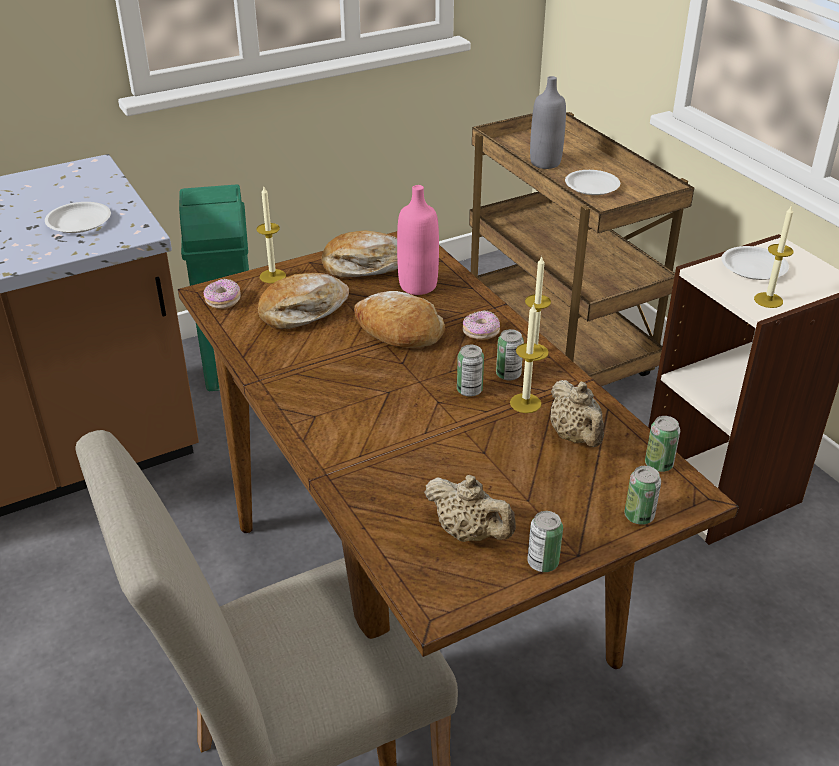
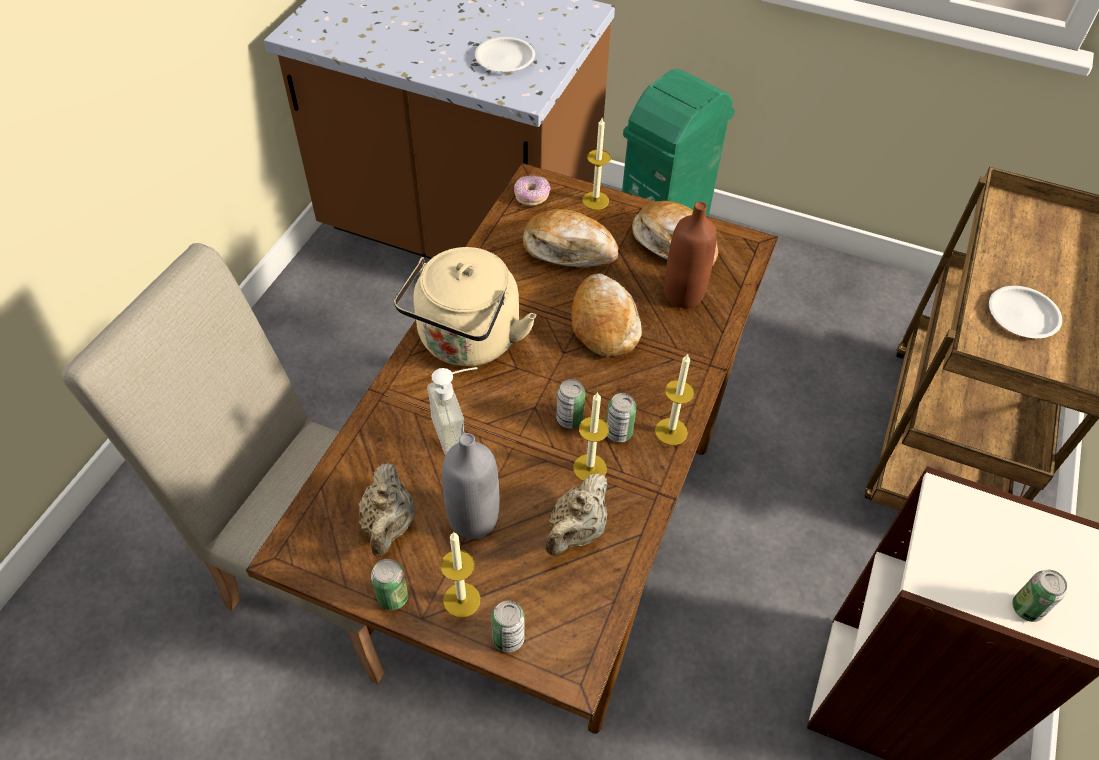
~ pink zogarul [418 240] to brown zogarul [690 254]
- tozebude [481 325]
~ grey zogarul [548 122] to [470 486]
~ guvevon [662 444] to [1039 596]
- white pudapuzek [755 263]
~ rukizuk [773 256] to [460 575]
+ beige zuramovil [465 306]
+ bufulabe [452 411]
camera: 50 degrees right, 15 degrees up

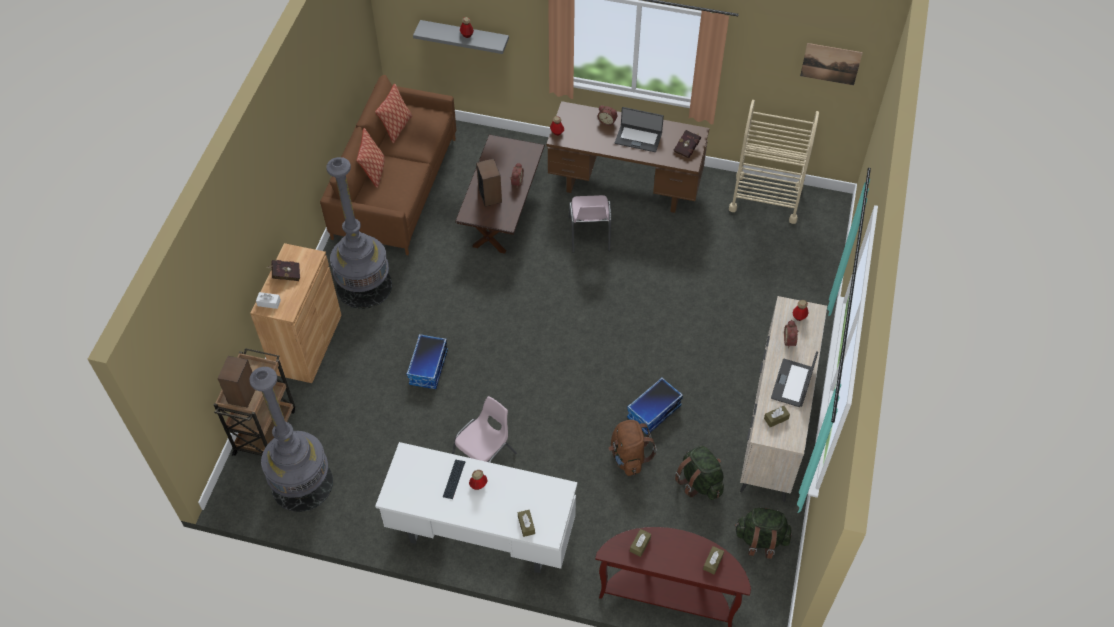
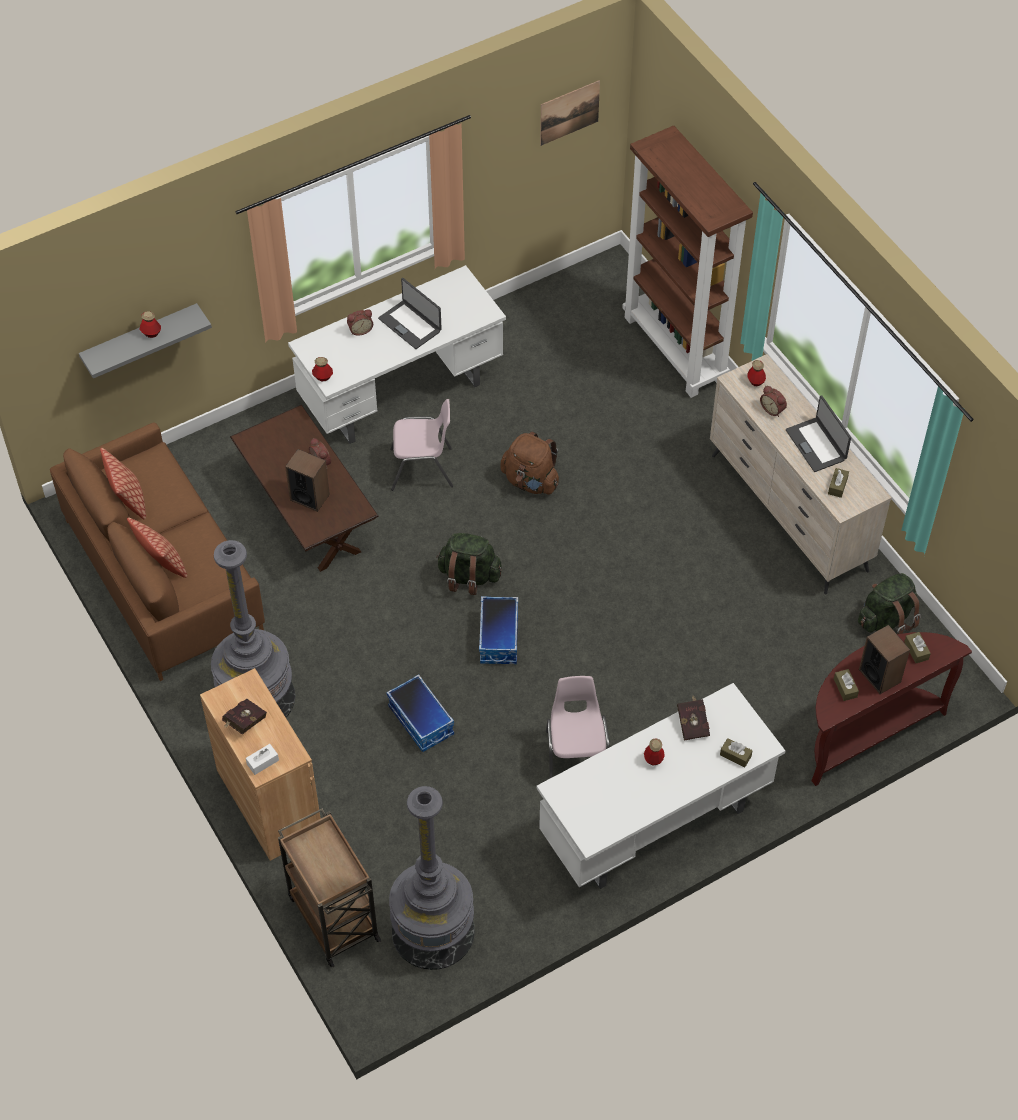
~ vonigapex [236 382] to [884 659]
- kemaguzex [454 479]
~ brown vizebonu [628 157] to white vizebonu [397 354]
~ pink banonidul [590 224] = [421 445] 45 degrees counterclockwise
~ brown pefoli [633 448] to [529 463]
~ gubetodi [639 129] = [410 313] 75 degrees clockwise
~ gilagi [655 406] to [498 630]
~ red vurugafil [687 144] to [693 718]
~ green pefoli [699 472] to [469 564]
- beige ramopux [774 162]
+ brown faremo [687 261]
camera: 45 degrees left, 0 degrees up

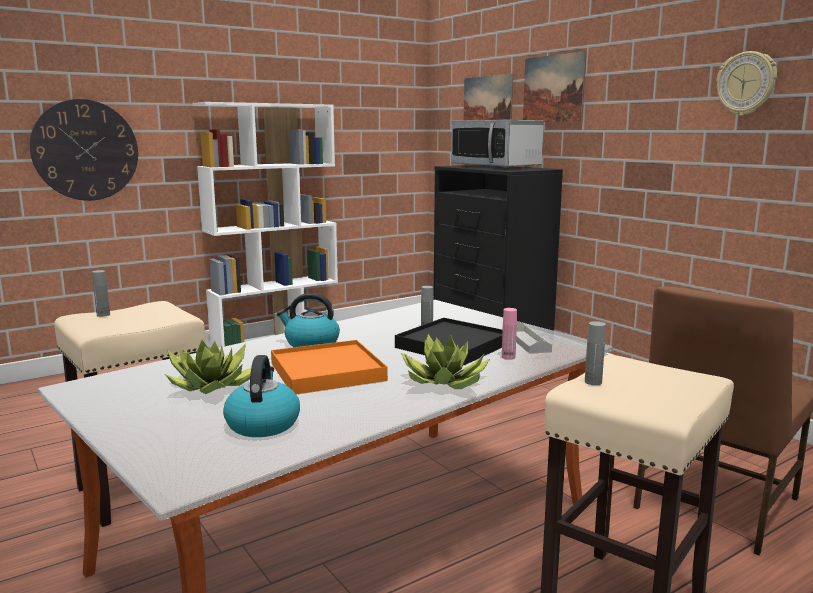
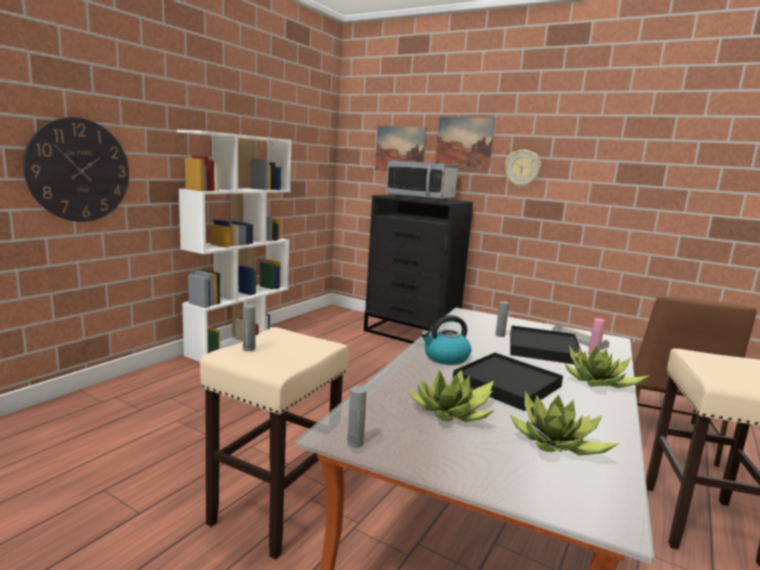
~ zuramovil [261 396] to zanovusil [564 423]
~ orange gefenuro [329 367] to black gefenuro [508 381]
~ grey zogarul [595 353] to [356 417]
~ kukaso [747 83] to [523 168]
camera: 25 degrees left, 0 degrees up

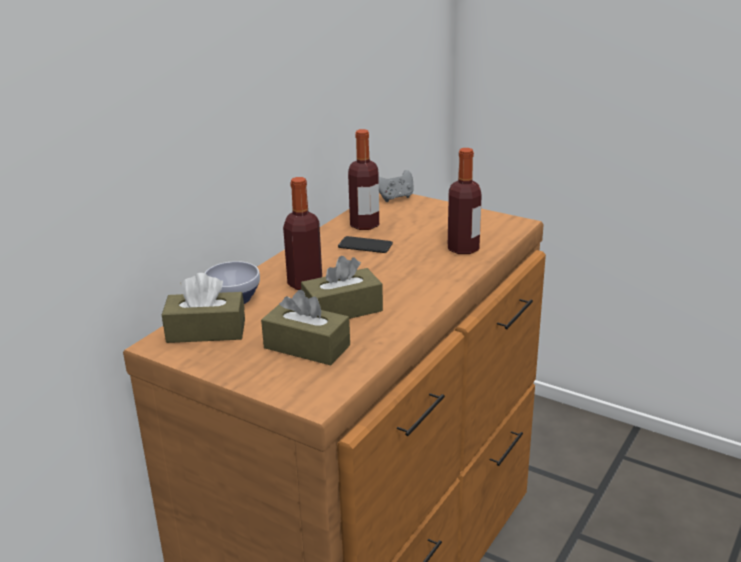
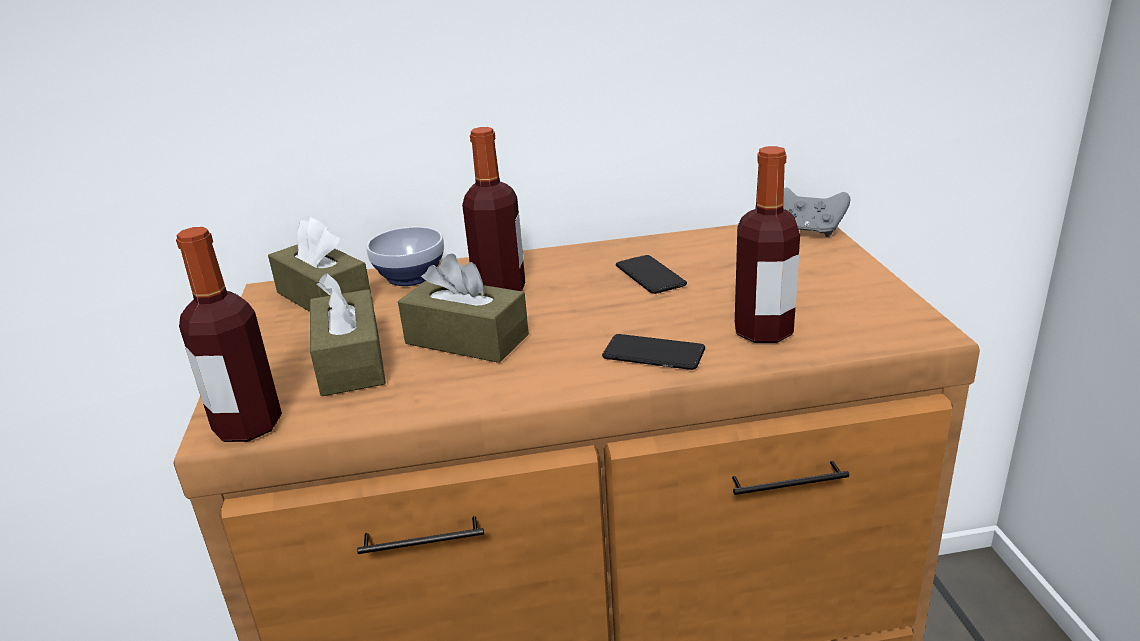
~ zogarul [363 179] to [229 334]
+ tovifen [653 352]
camera: 50 degrees right, 0 degrees up

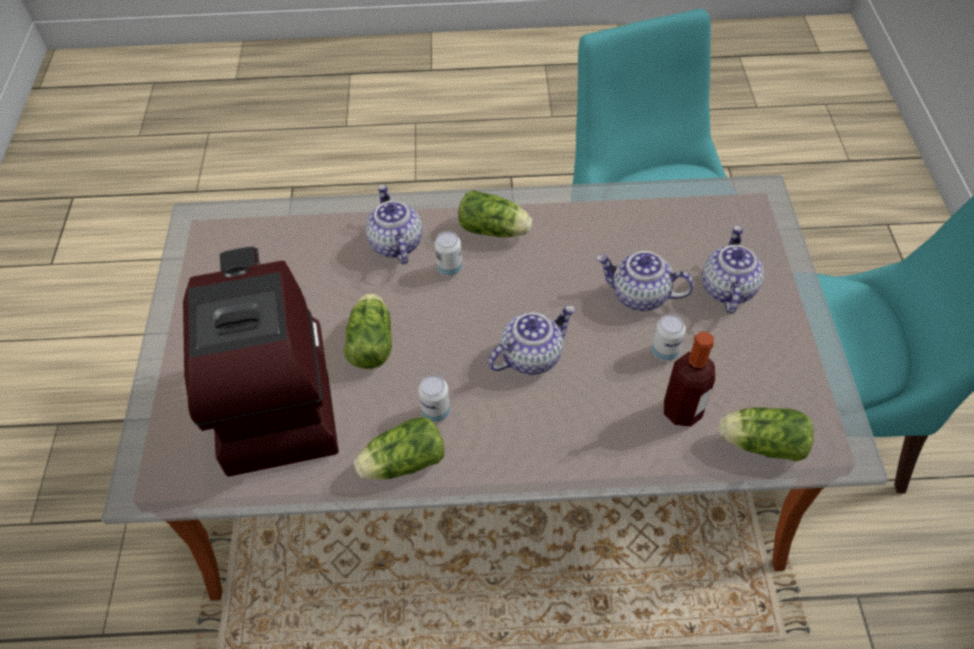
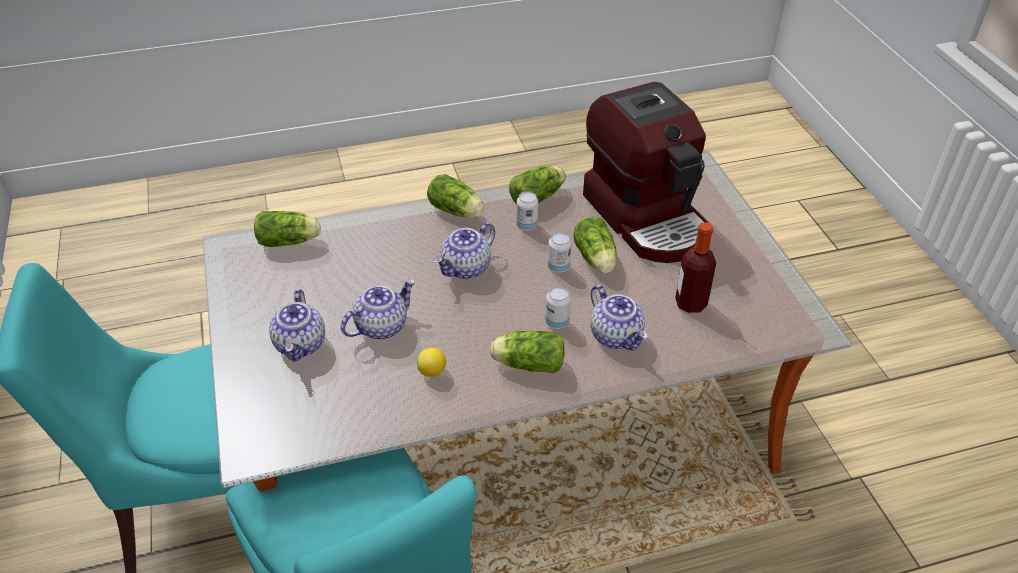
~ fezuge [645 281] = [378 309] 45 degrees counterclockwise
~ guvevon [669 337] to [559 252]
~ zogarul [689 379] to [695 267]
+ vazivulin [431 362]
+ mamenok [455 196]
camera: 165 degrees right, 10 degrees down

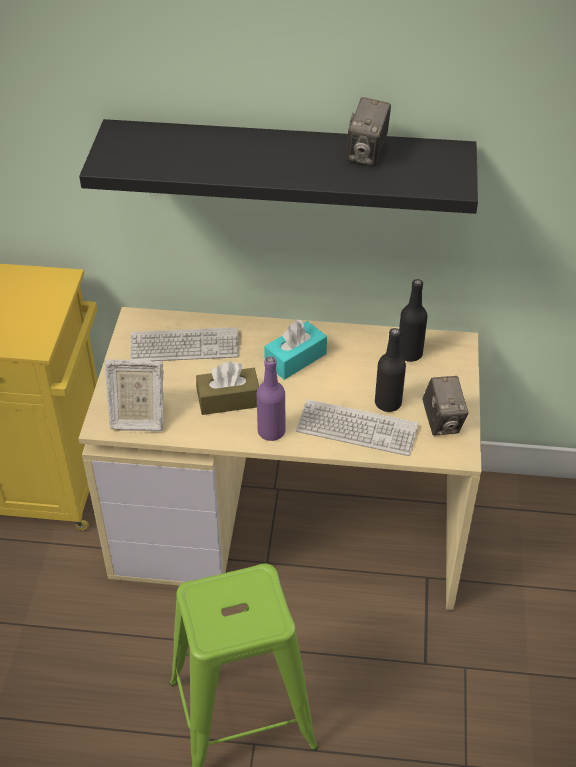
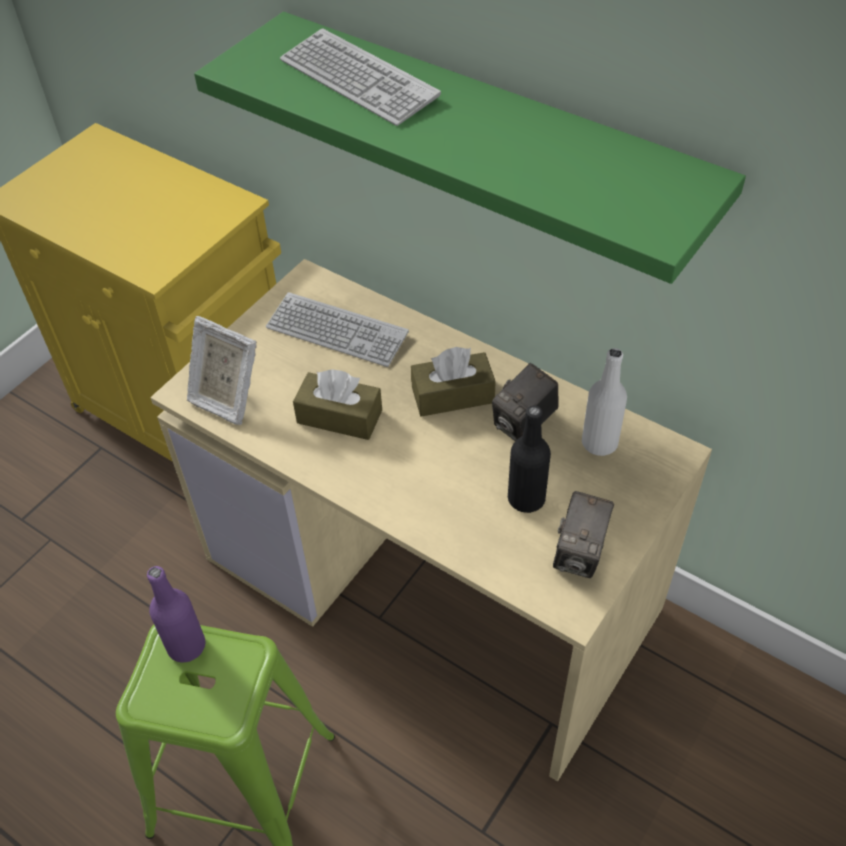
~ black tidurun [278 166] to green tidurun [470 148]
~ purple zogarul [271 398] to [176 614]
~ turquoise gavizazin [295 350] to brown gavizazin [453 382]
~ kemaguzex [357 427] to [360 77]
~ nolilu [368 132] to [525 402]
~ black zogarul [413 320] to white zogarul [604 402]
camera: 30 degrees right, 5 degrees up

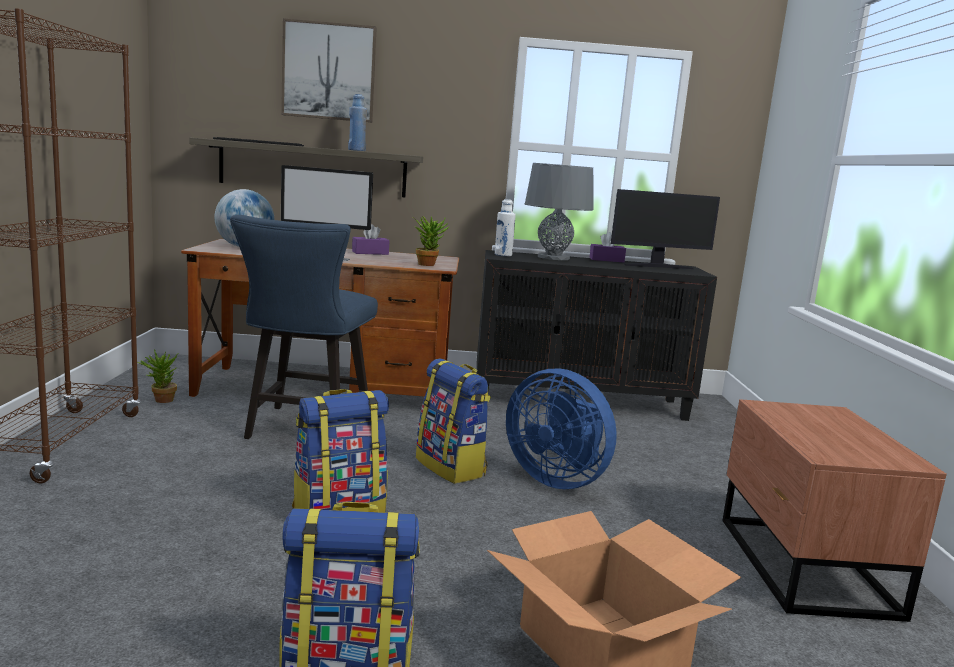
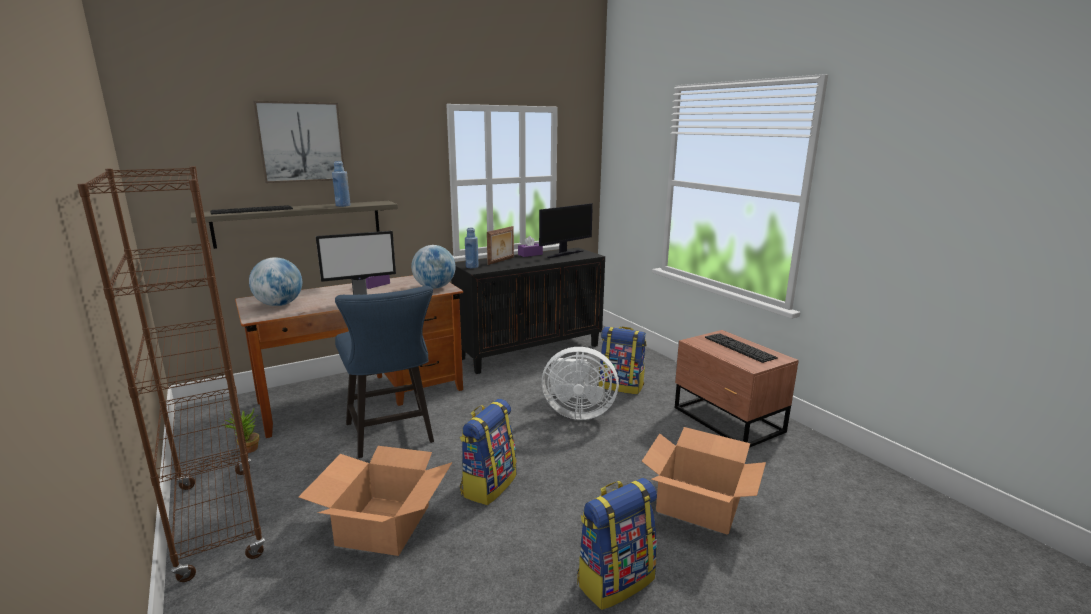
~ zanovusil [431 241] to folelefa [433 267]
~ pefoli [453 421] to [622 361]
~ white zogarul [505 227] to blue zogarul [472 247]
~ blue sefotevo [561 428] to white sefotevo [580 383]
~ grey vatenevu [559 211] to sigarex [500 245]
+ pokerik [376 501]
+ kemaguzex [741 348]
camera: 30 degrees left, 5 degrees up

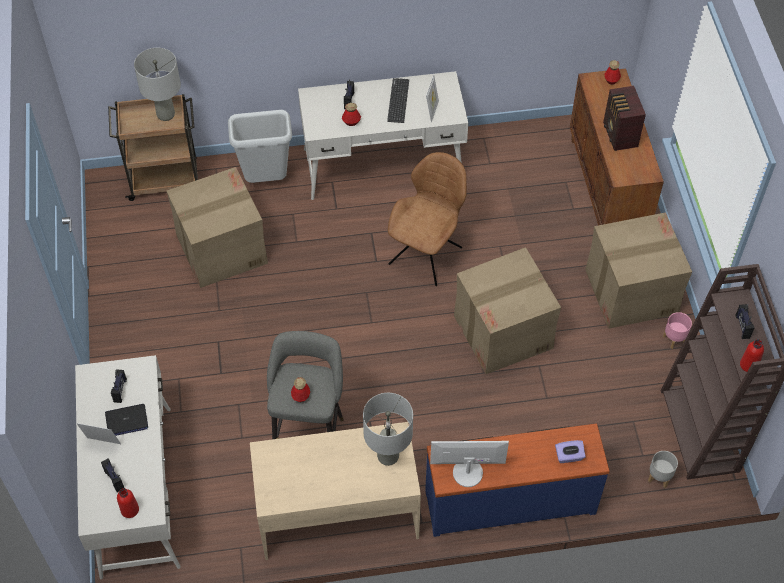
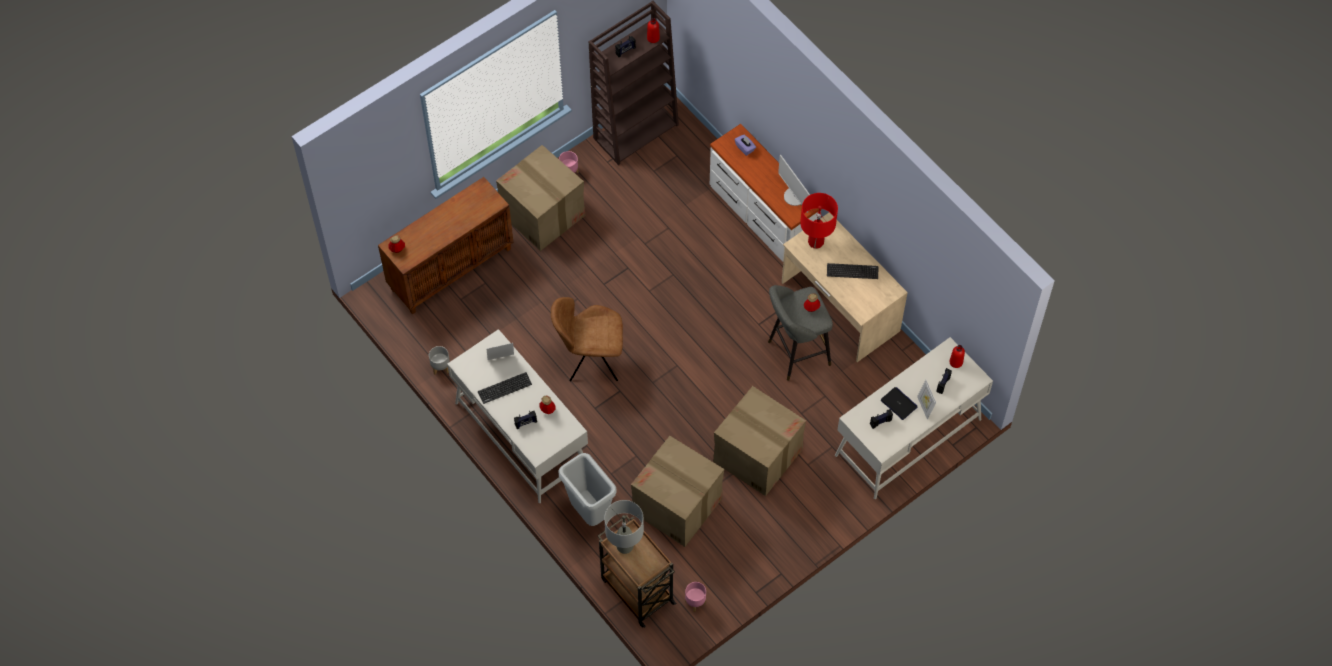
~ grey vatenevu [388 429] to red vatenevu [819 221]
~ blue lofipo [517 480] to white lofipo [765 193]
~ pokerik [507 310] to [759 441]
- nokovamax [624 118]
~ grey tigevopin [663 469] to [439 360]
+ pink tigevopin [695 597]
+ kemaguzex [852 271]
camera: 120 degrees left, 5 degrees up

